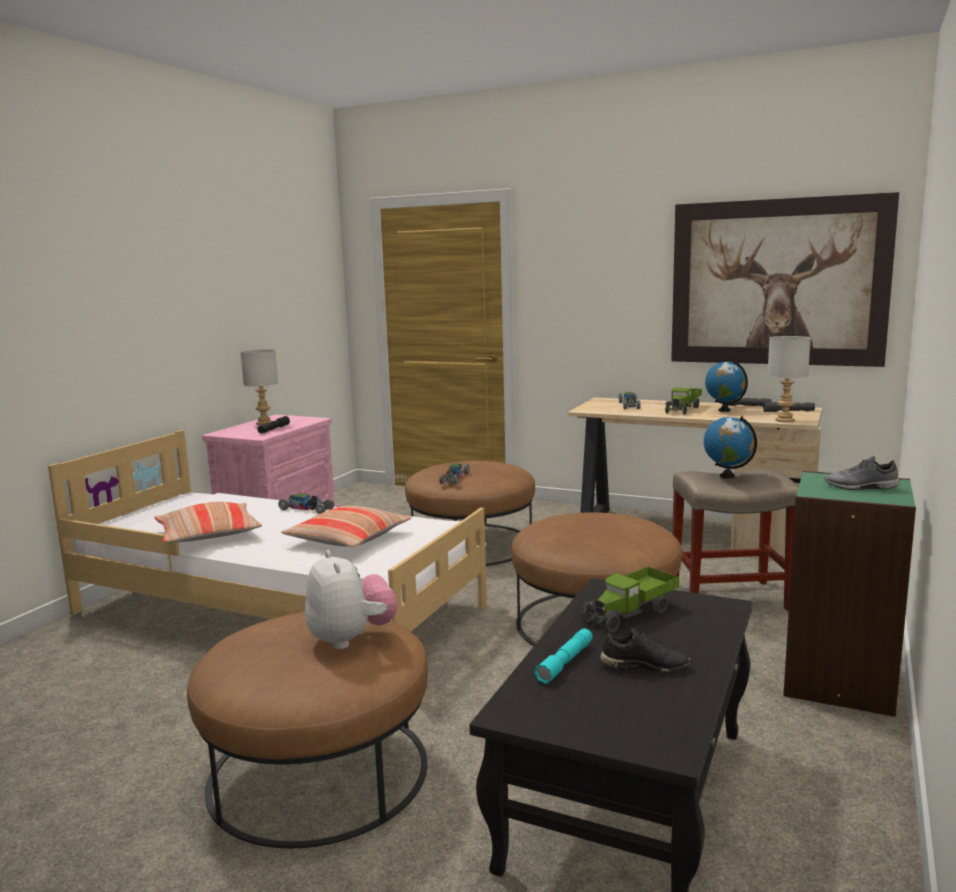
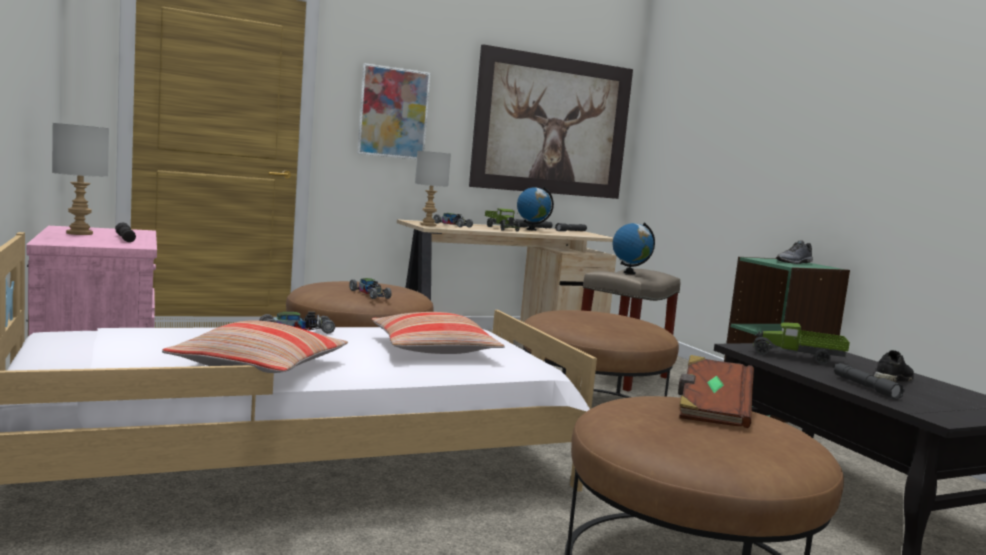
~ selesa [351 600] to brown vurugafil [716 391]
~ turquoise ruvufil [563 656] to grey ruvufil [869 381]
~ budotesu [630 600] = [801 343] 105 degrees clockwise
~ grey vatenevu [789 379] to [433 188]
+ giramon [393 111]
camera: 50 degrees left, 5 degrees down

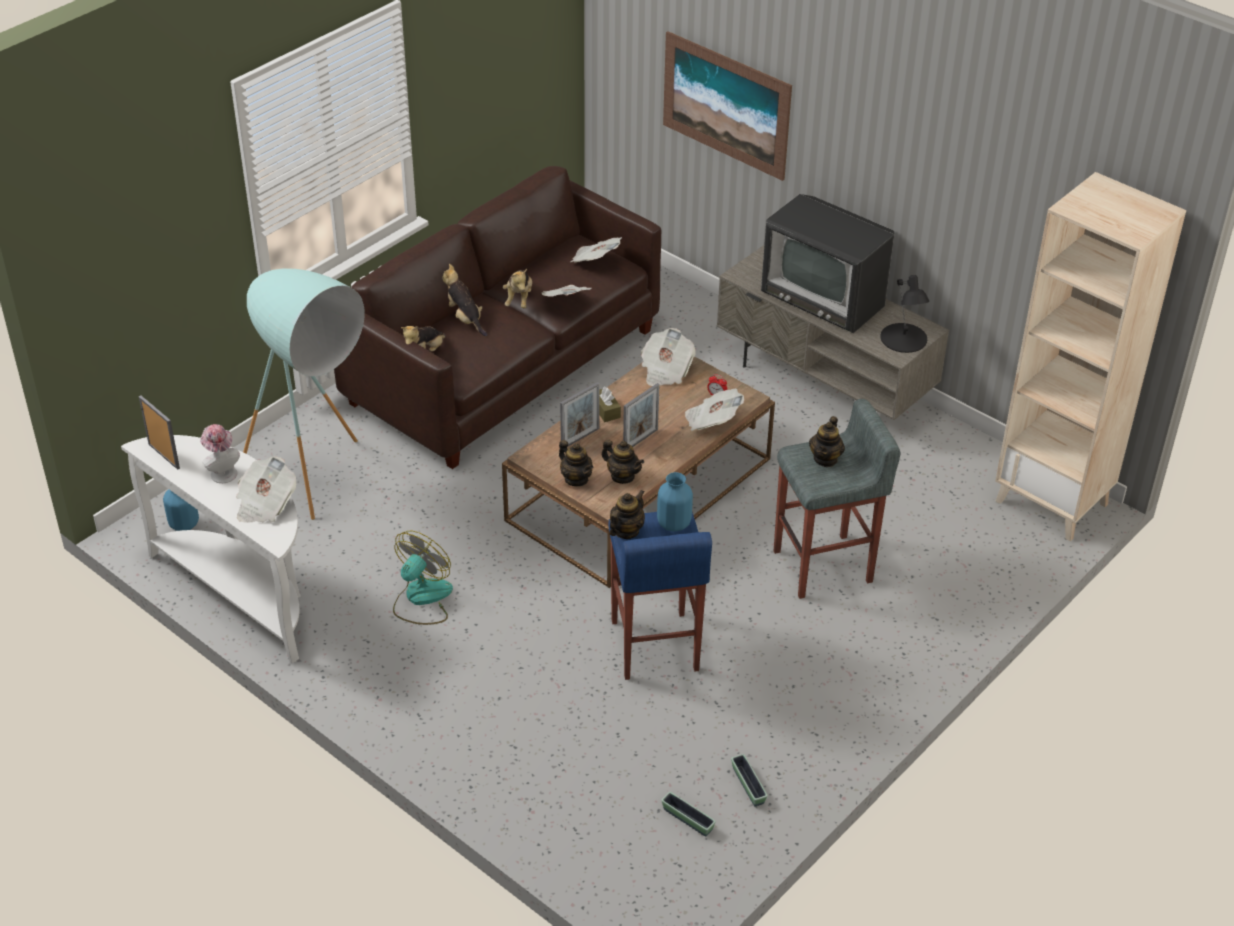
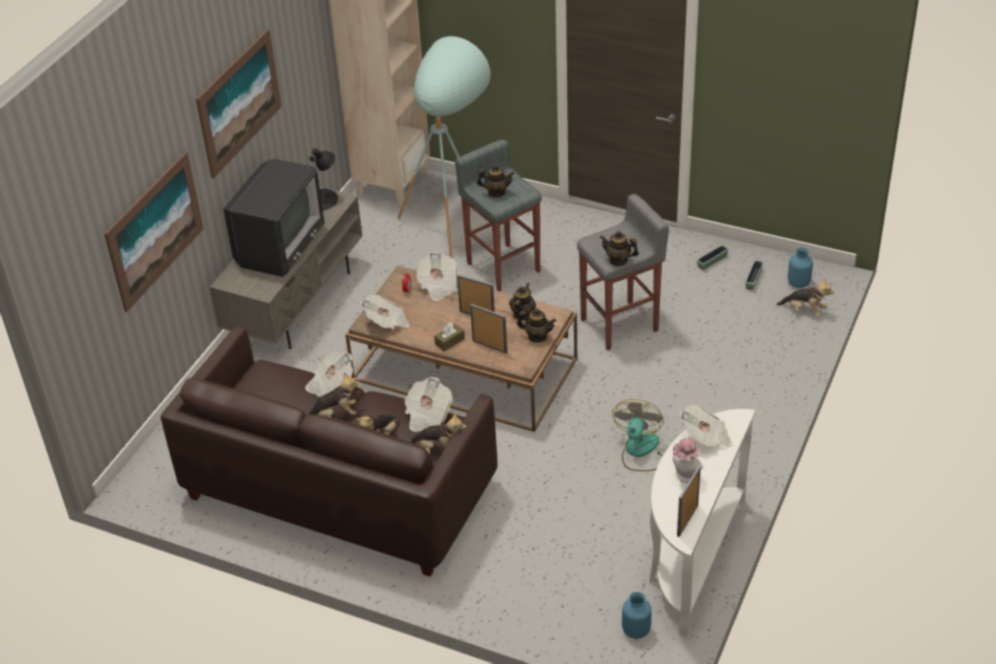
~ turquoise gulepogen [304 394] to [444 147]
~ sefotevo [423 578] = [638 435] 90 degrees clockwise
~ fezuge [576 463] = [536 325] 75 degrees clockwise
~ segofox [596 249] to [429 404]
~ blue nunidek [660 596] to grey nunidek [623 272]
~ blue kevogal [675 502] to [800 267]
+ giramon [239 103]
+ selesa [805 297]
camera: 105 degrees left, 0 degrees up

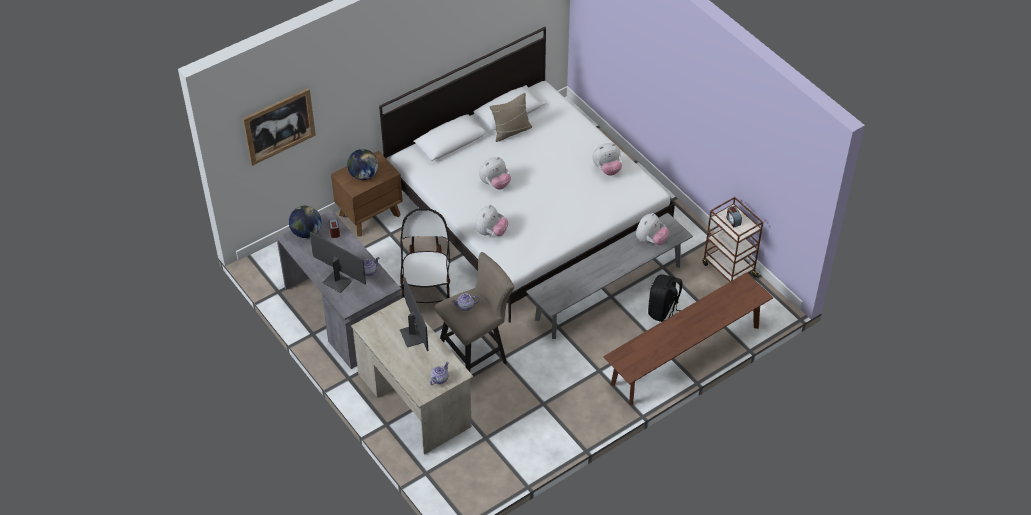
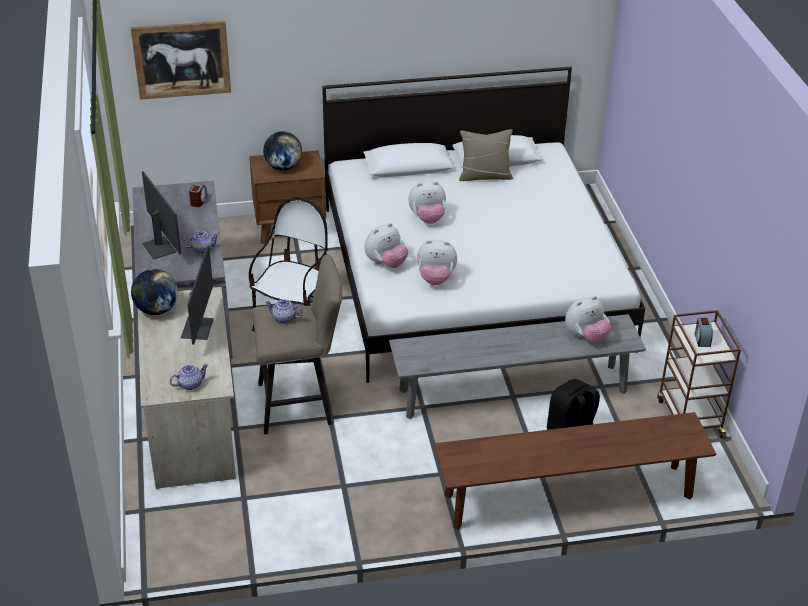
~ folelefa [305 222] to [154 292]
~ selesa [607 159] to [437 262]
camera: 25 degrees right, 10 degrees down

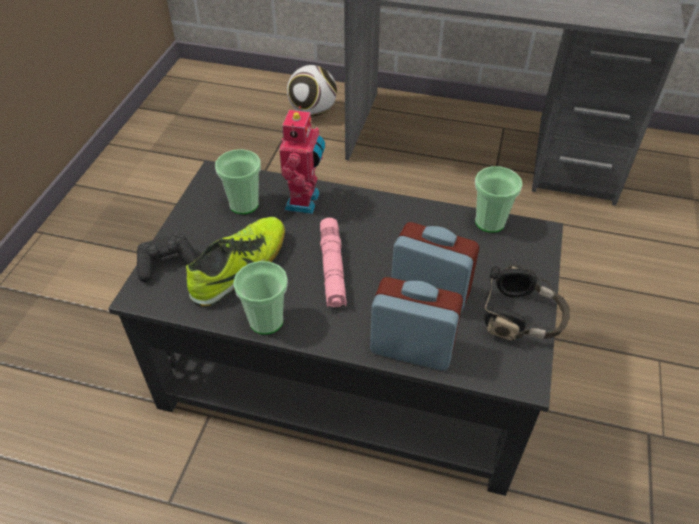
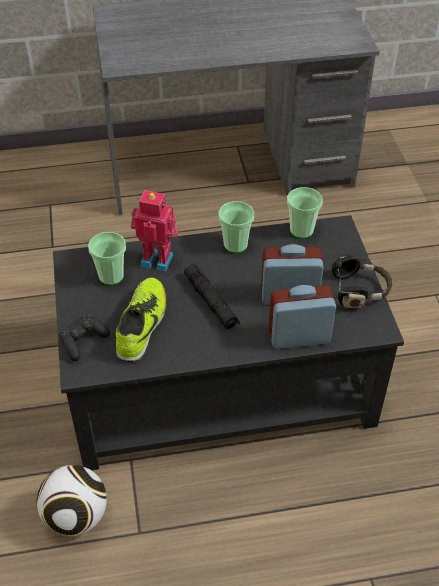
~ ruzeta [260 297] to [236 227]
~ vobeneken [302 160] = [155 231] 60 degrees counterclockwise
~ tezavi [312 90] to [72 500]
~ pink ruvufil [333 263] to black ruvufil [212 297]
camera: 25 degrees left, 0 degrees up

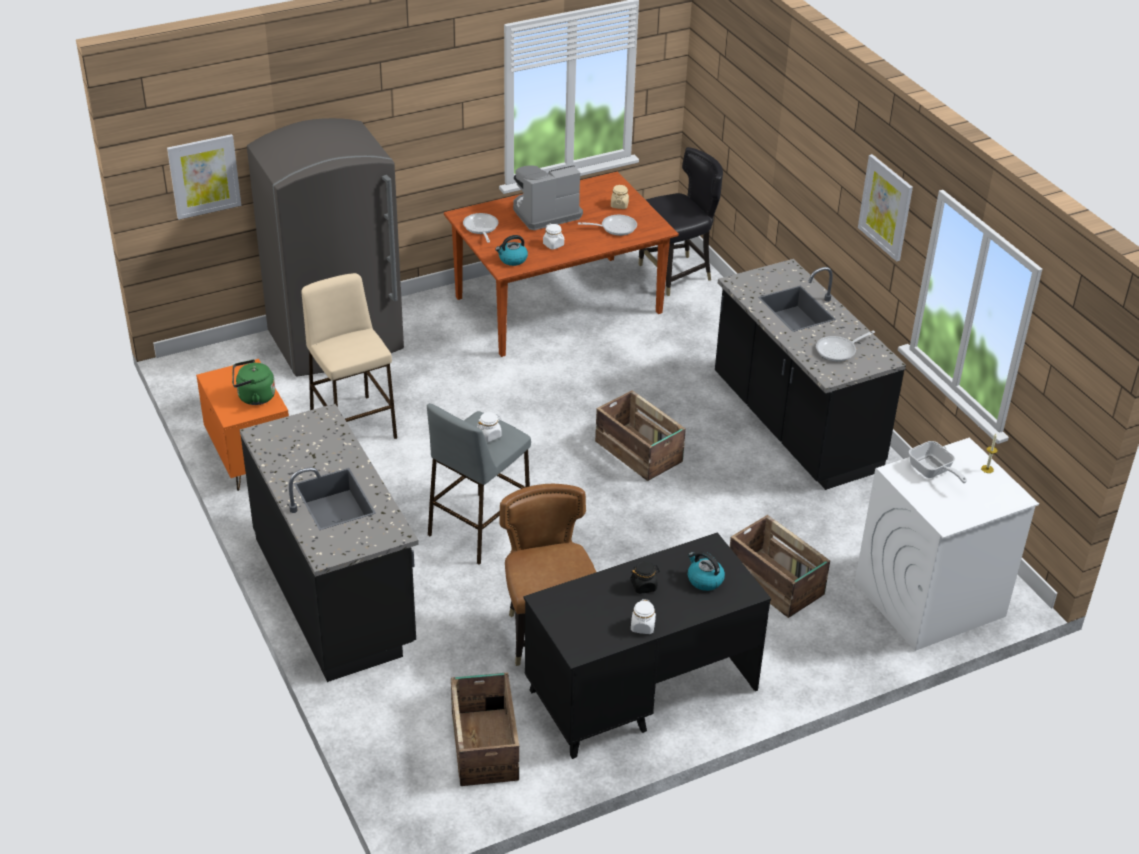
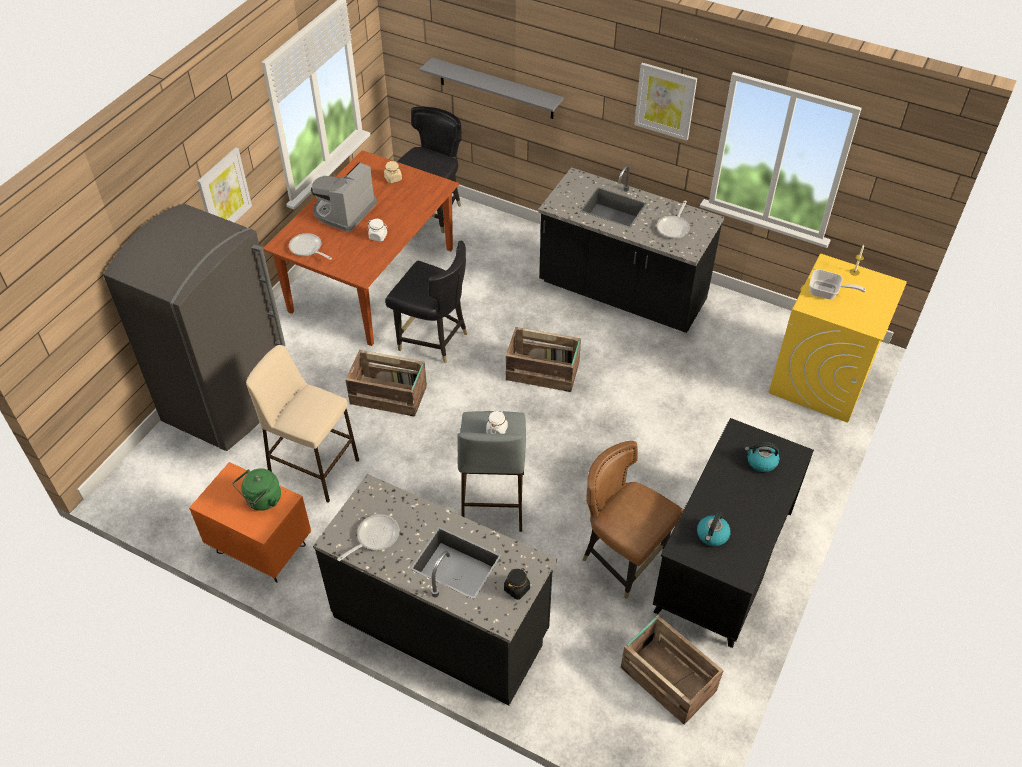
~ giramon [204 177] to [224 185]
~ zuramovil [511 250] to [714 529]
~ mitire [607 225] to [368 537]
~ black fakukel [645 577] to [517 584]
- white fakukel [643 616]
~ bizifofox [780 566] to [386 383]
~ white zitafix [947 544] to yellow zitafix [838 338]
+ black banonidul [426 302]
+ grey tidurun [492 88]
camera: 35 degrees left, 10 degrees up

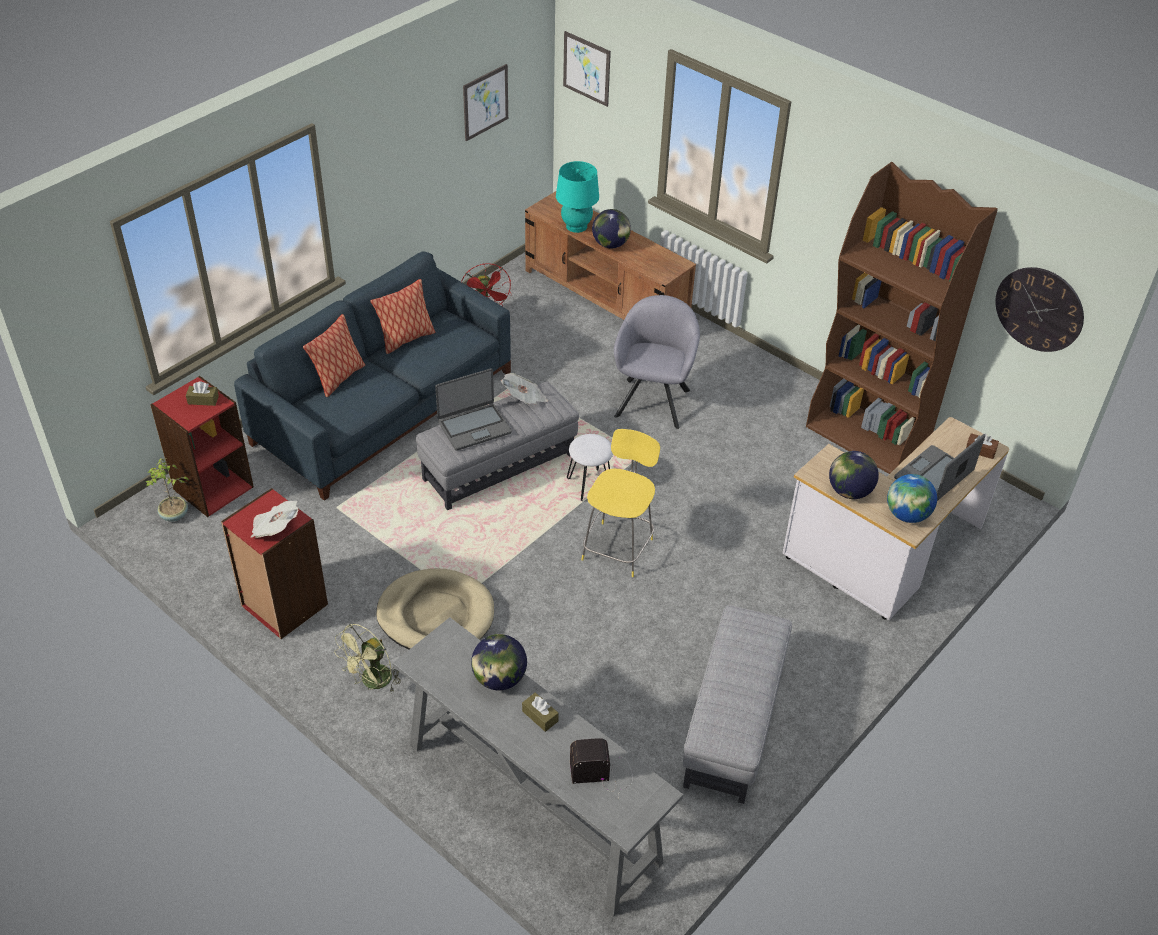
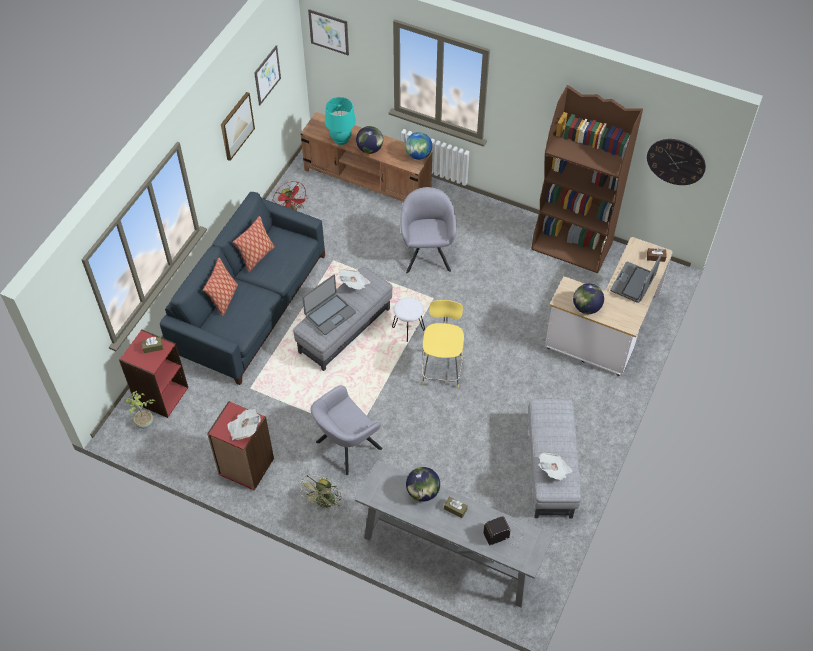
~ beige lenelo [435 609] to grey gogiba [346 430]
~ folelefa [912 498] to [418 146]
+ giramon [238 126]
+ segofox [555 467]
camera: 15 degrees left, 10 degrees up

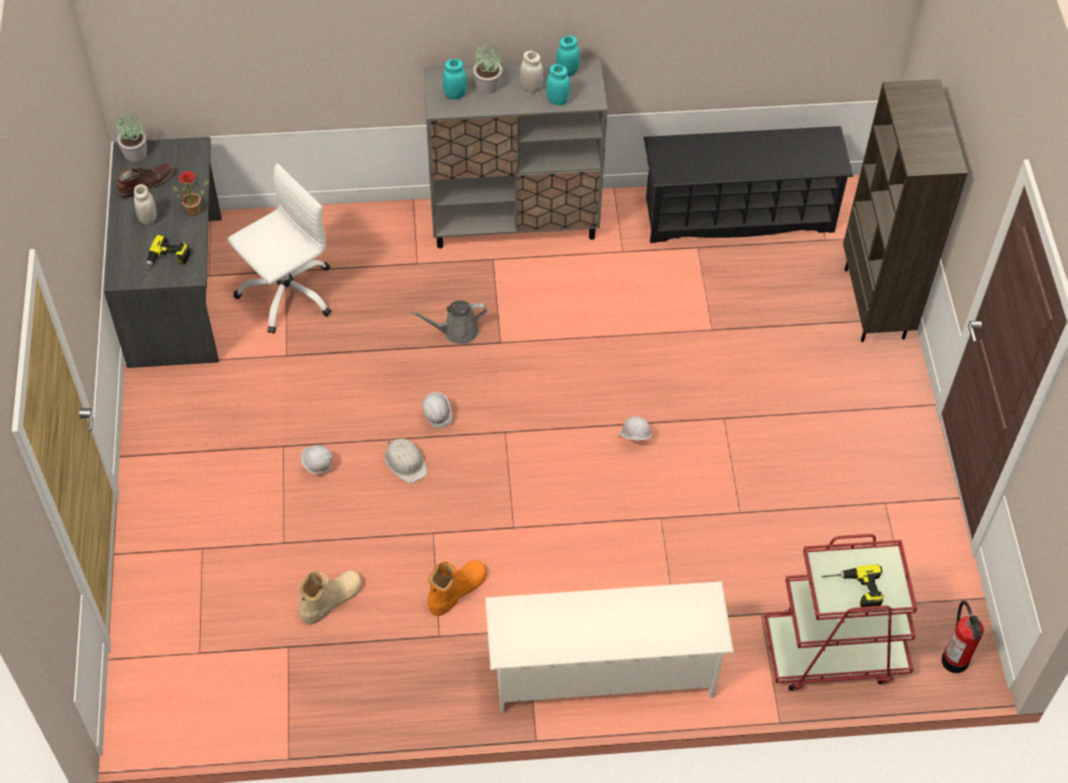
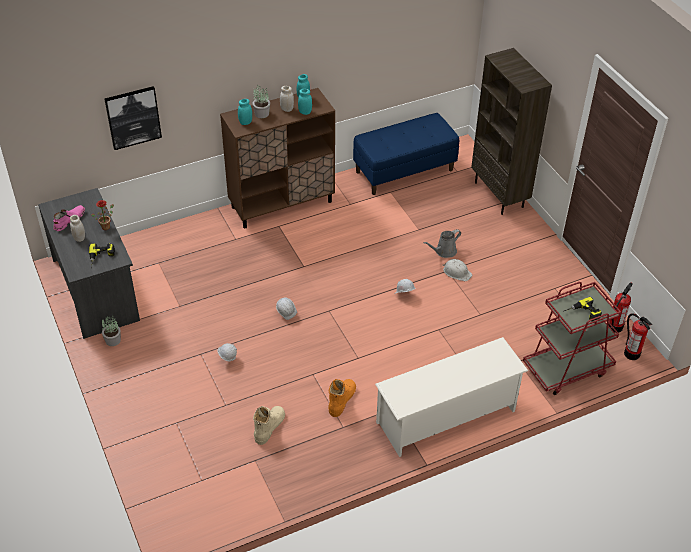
~ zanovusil [131 138] to [111 330]
~ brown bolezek [146 180] to pink bolezek [69 218]
- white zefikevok [279 249]
~ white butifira [405 460] to [457 270]
~ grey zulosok [448 322] to [442 243]
~ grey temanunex [515 153] to brown temanunex [277 158]
~ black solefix [748 184] to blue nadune [406 154]
+ giramon [133 118]
+ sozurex [620 307]
camera: 20 degrees left, 10 degrees down

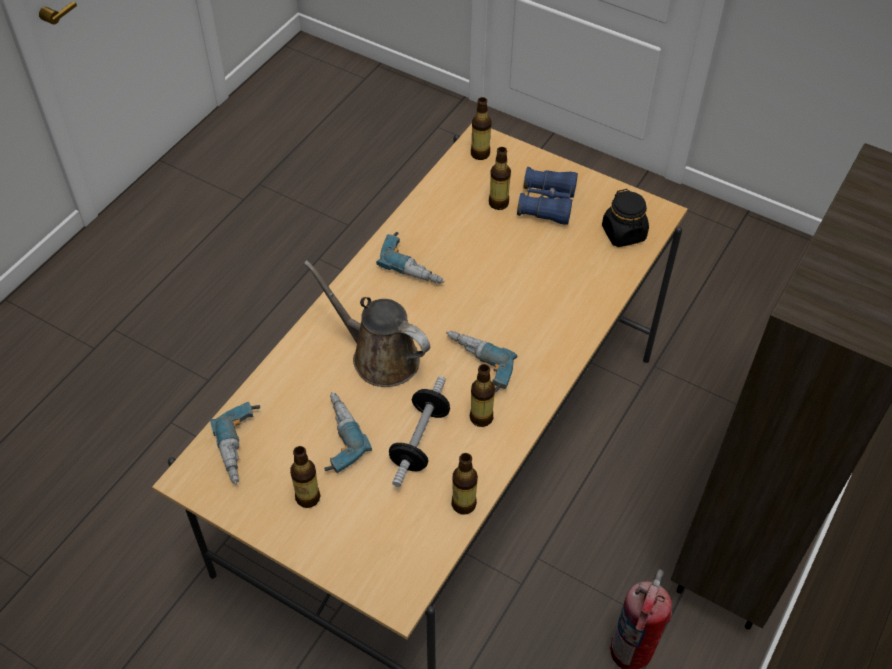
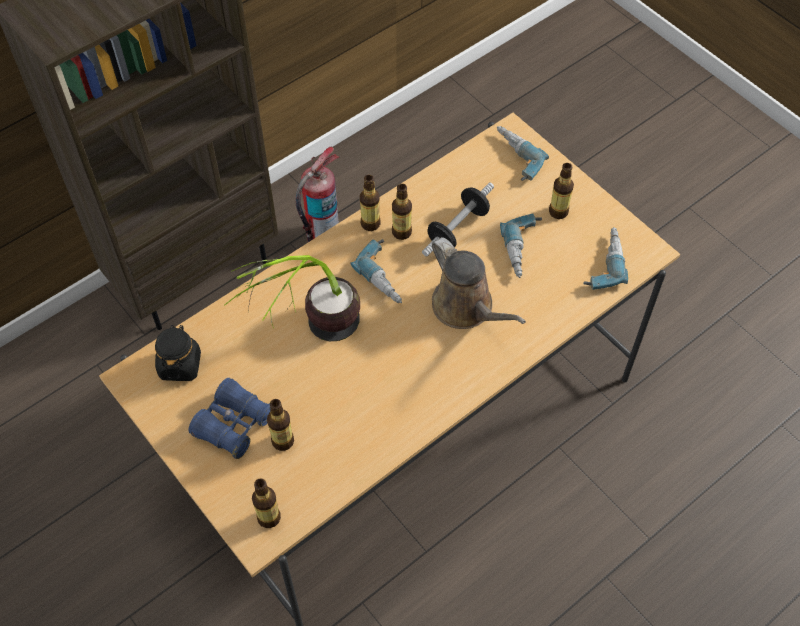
~ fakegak [410 258] to [523 153]
~ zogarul [465 483] to [370 203]
+ zanovusil [292 298]
camera: 160 degrees left, 5 degrees up

